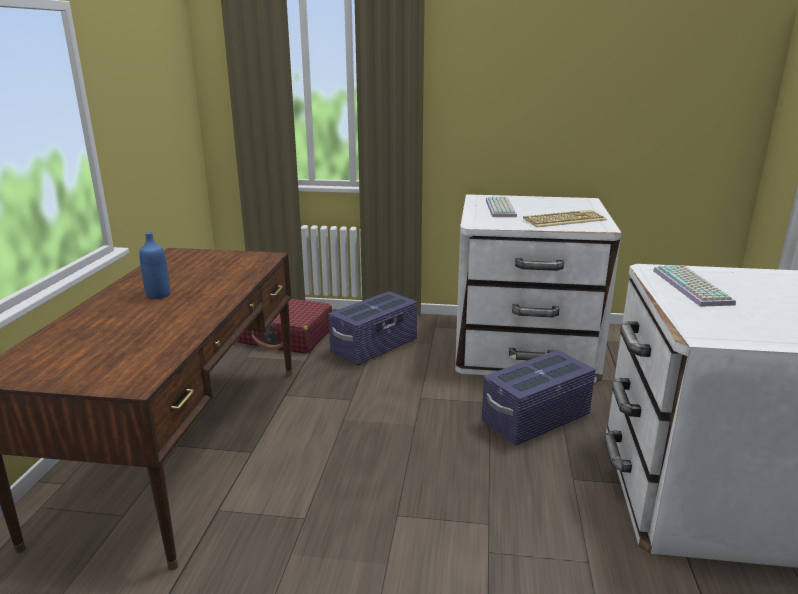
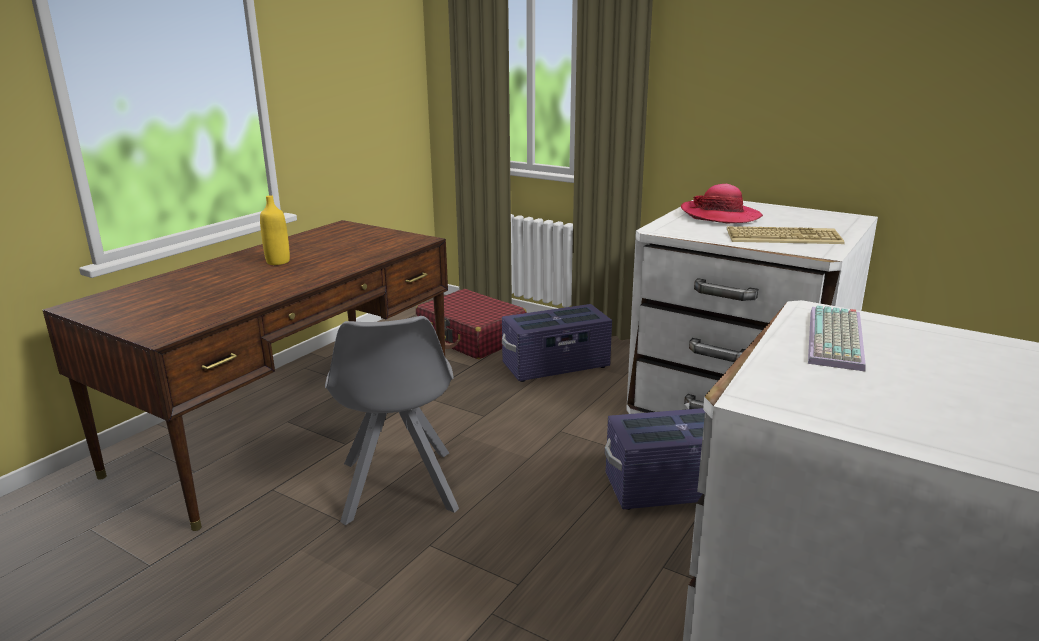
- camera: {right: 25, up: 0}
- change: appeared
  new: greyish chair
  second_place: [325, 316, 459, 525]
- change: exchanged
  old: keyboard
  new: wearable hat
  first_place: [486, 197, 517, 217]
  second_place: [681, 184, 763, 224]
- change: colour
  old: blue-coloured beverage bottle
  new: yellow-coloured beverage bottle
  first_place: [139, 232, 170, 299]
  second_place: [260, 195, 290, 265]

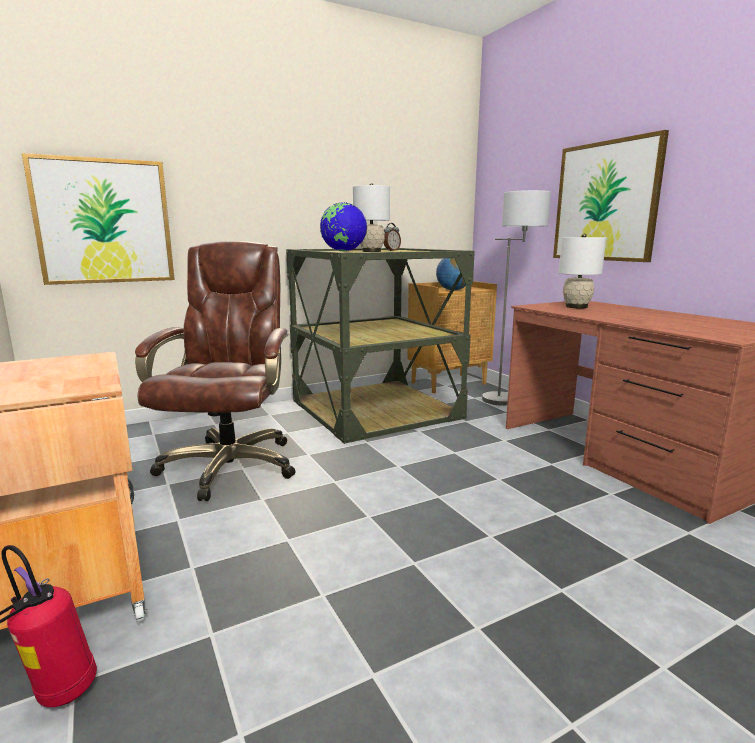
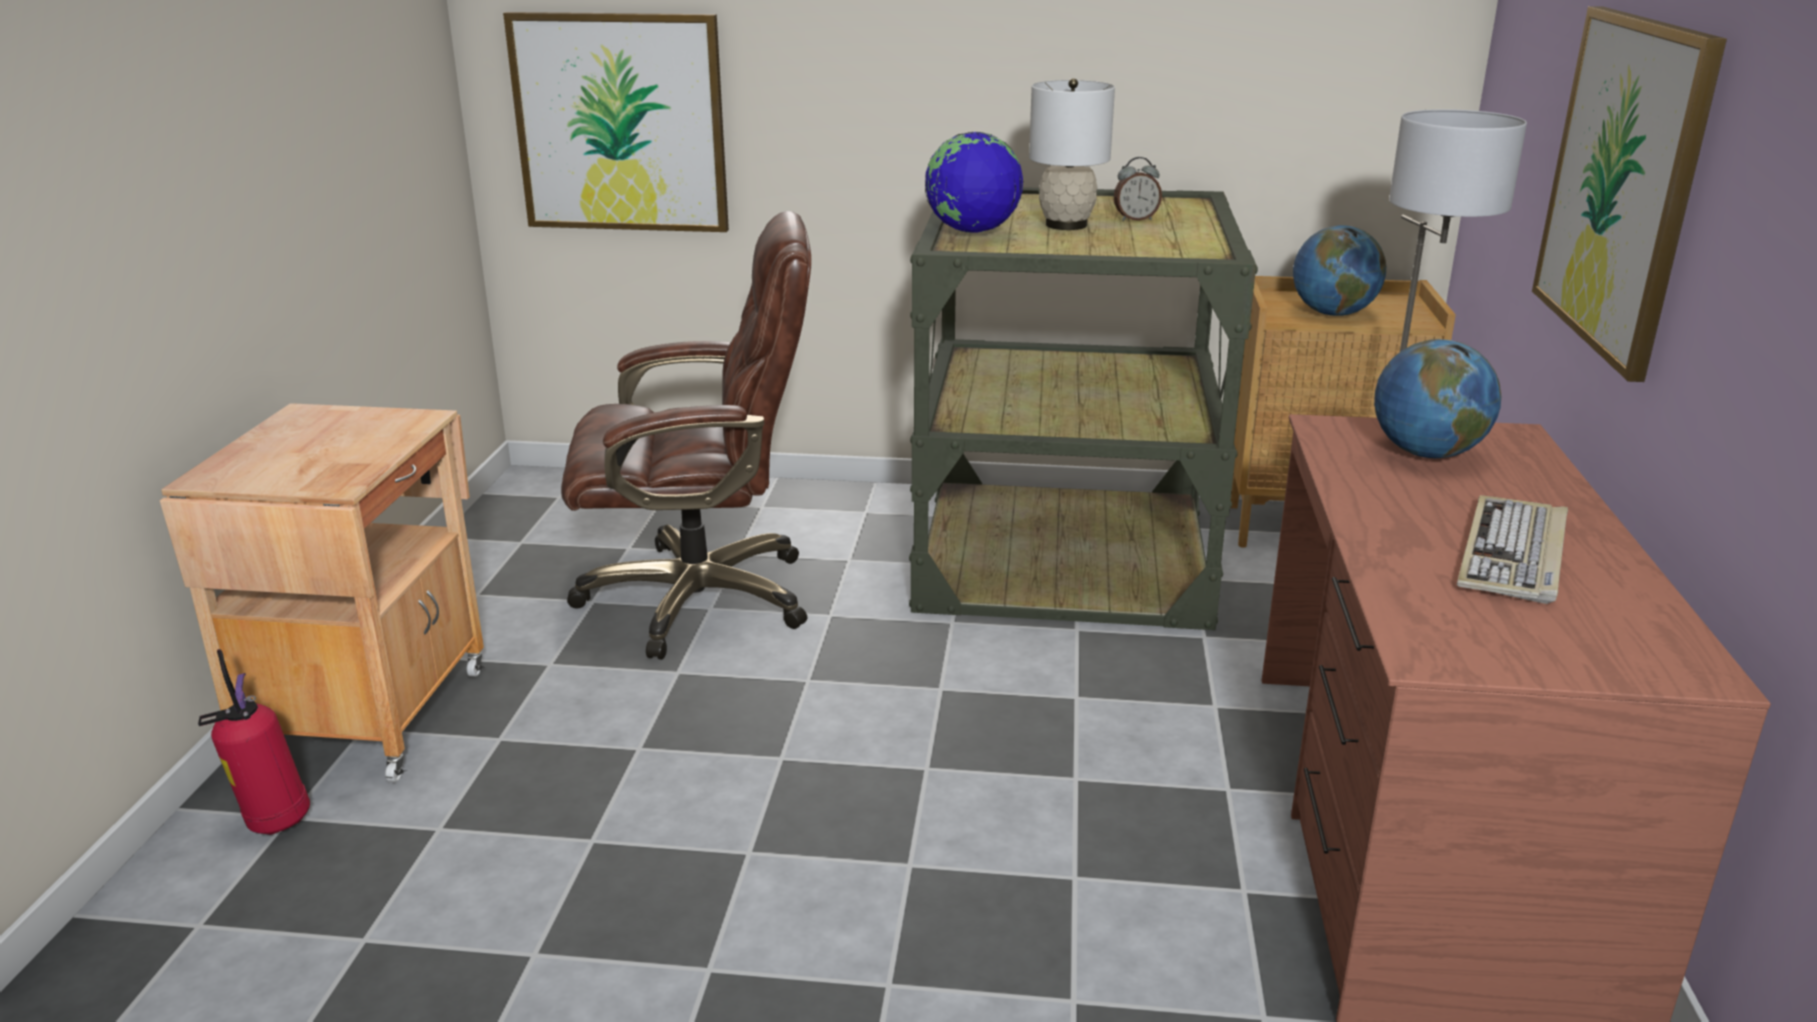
- camera: {right: 35, up: 10}
- change: appeared
  new: keyboard
  second_place: [1457, 495, 1568, 604]
- change: exchanged
  old: white table lamp
  new: globe
  first_place: [559, 234, 606, 308]
  second_place: [1374, 339, 1501, 458]
- change: spun
  old: brownish office chair
  first_place: [135, 241, 296, 501]
  second_place: [561, 211, 812, 660]
  degrees: 45

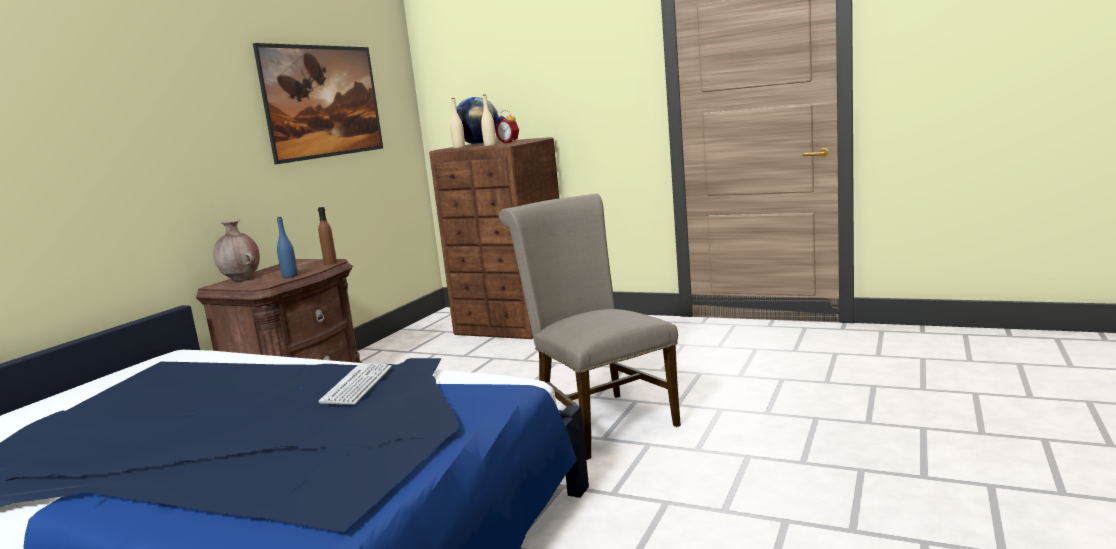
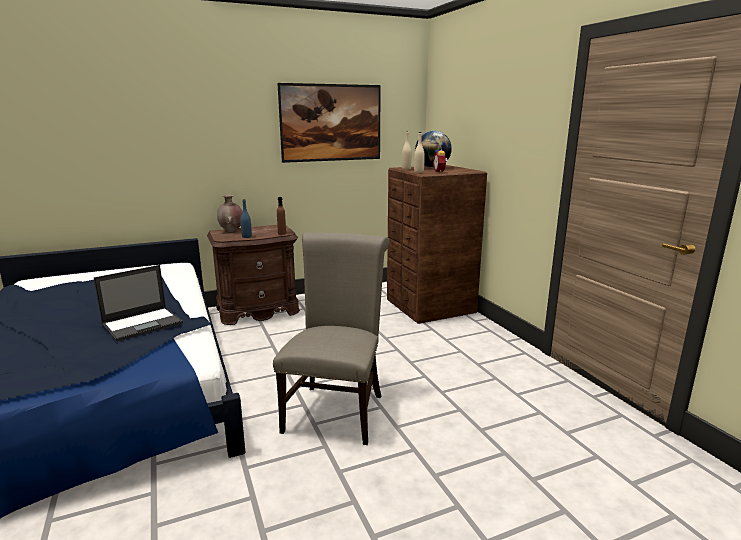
- camera: {right: 40, up: 5}
- change: exchanged
  old: keyboard
  new: portable computer
  first_place: [319, 363, 392, 405]
  second_place: [94, 265, 183, 342]

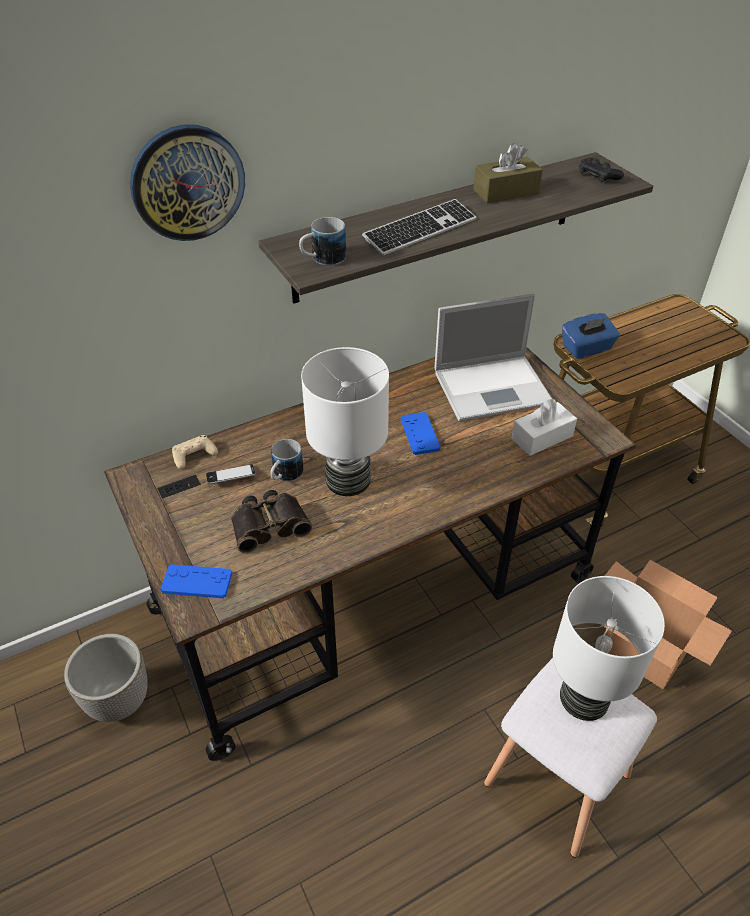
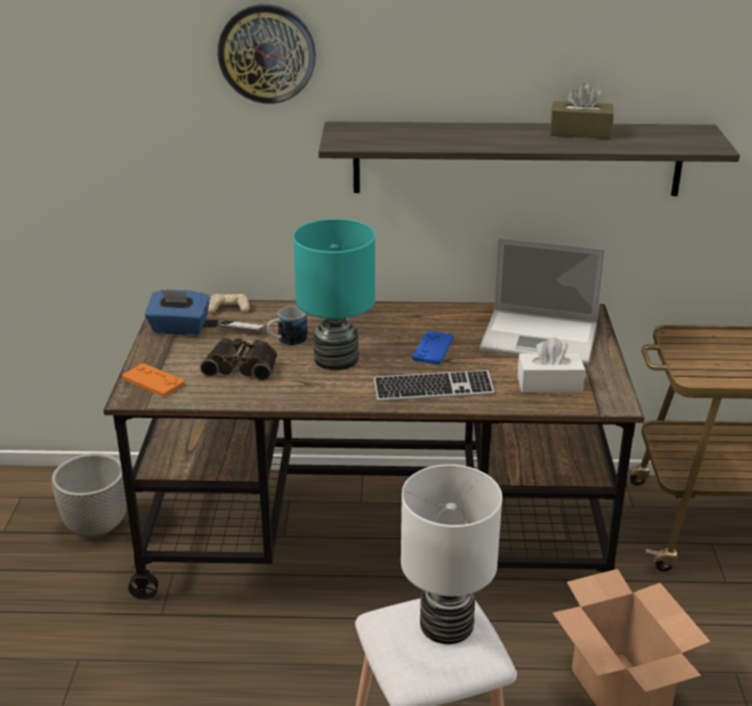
- camera: {right: 30, up: -15}
- change: missing
  old: coffee mug
  first_place: [299, 217, 346, 266]
- change: missing
  old: black-coloured gamepad
  first_place: [579, 158, 624, 183]
- change: relocated
  old: keyboard
  first_place: [362, 199, 477, 255]
  second_place: [374, 370, 495, 401]
- change: relocated
  old: blue-coloured box of tissues
  first_place: [562, 313, 620, 359]
  second_place: [145, 290, 210, 335]
- change: colour
  old: blue-coloured gamepad
  new: orange-coloured gamepad
  first_place: [160, 564, 232, 598]
  second_place: [122, 364, 185, 397]
- change: colour
  old: white table lamp
  new: turquoise-coloured table lamp
  first_place: [301, 347, 389, 496]
  second_place: [293, 219, 375, 370]

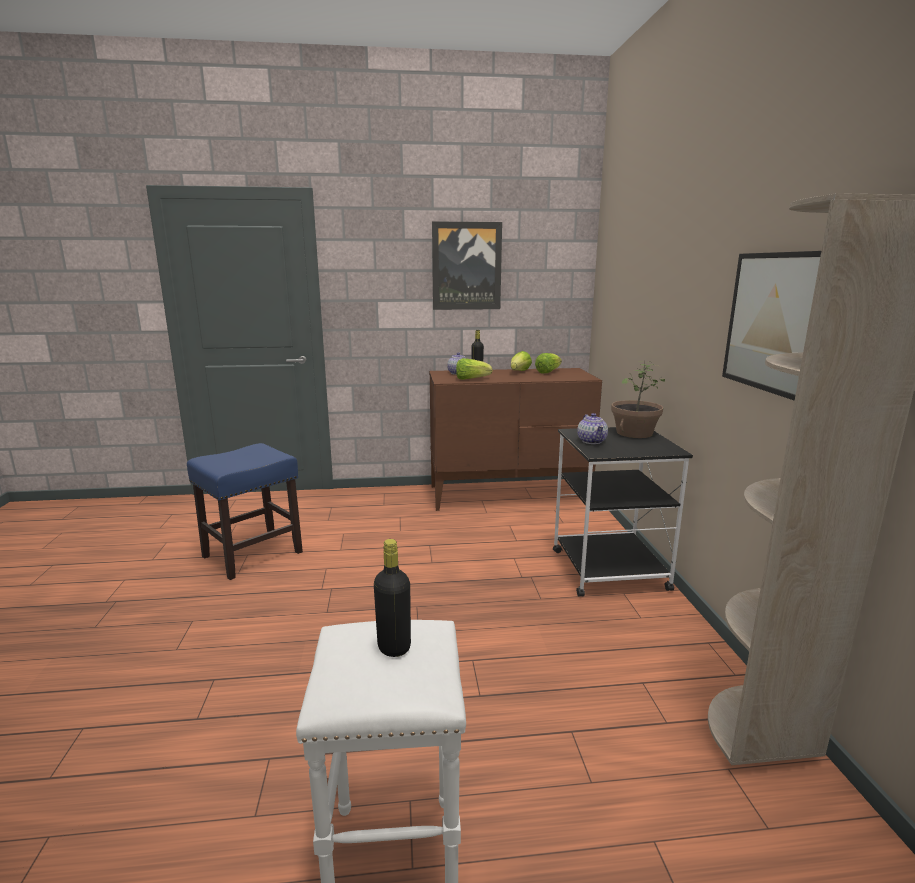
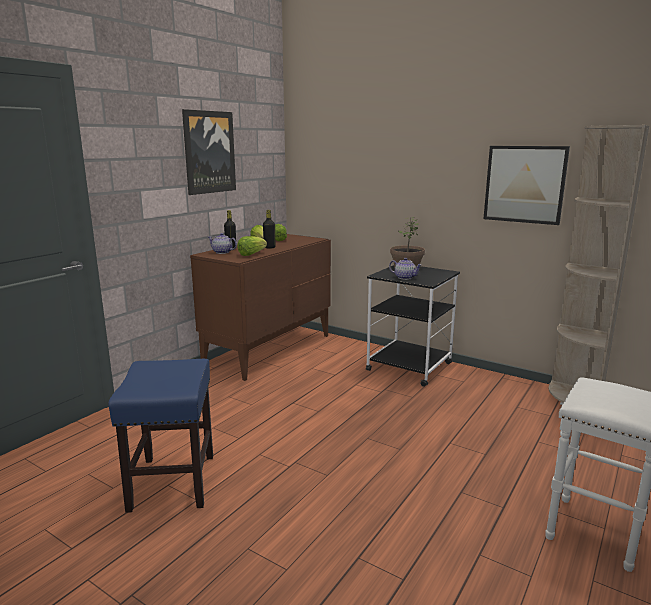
- camera: {right: -50, up: 0}
- change: relocated
  old: black-coloured beverage bottle
  first_place: [374, 539, 411, 657]
  second_place: [263, 210, 275, 249]

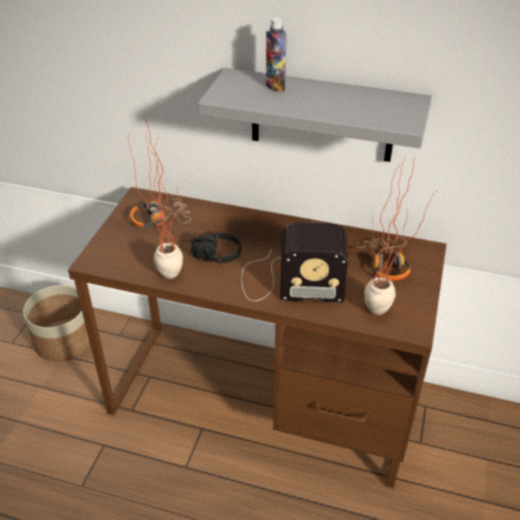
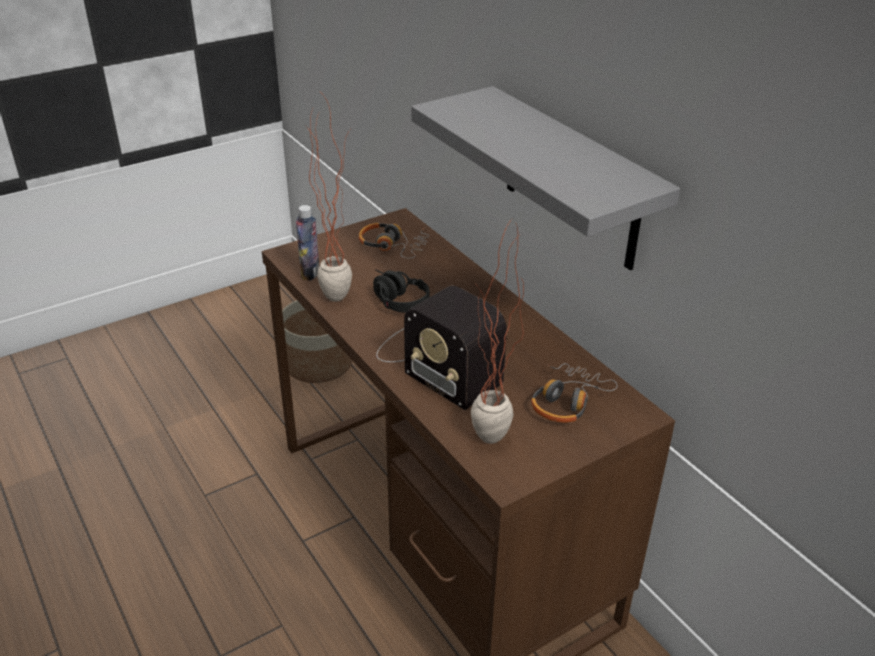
- camera: {right: 40, up: -5}
- change: relocated
  old: beverage bottle
  first_place: [266, 17, 286, 92]
  second_place: [296, 205, 319, 281]

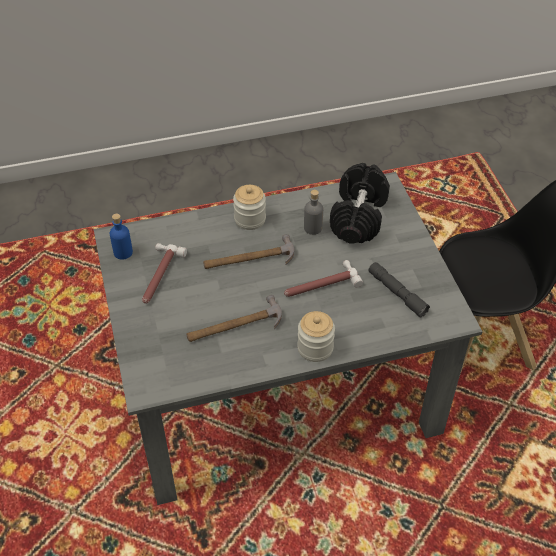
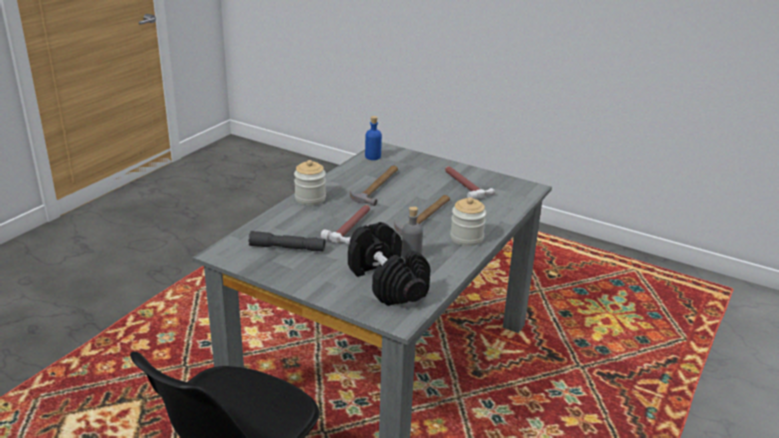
- camera: {right: 135, up: -20}
- change: relocated
  old: blue-coloured beverage bottle
  first_place: [110, 214, 133, 260]
  second_place: [365, 116, 382, 160]

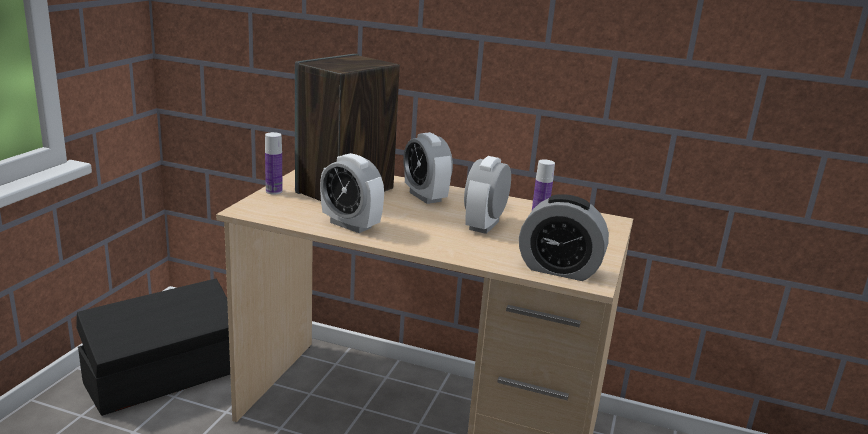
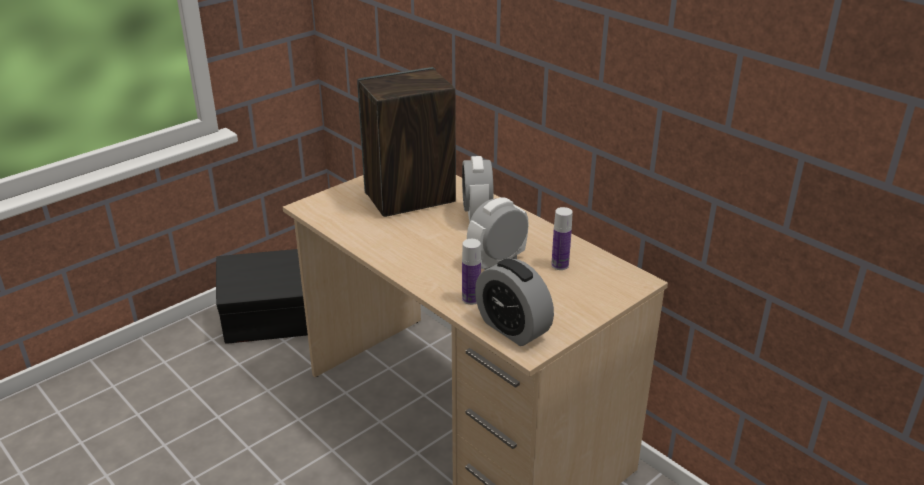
- camera: {right: 30, up: 10}
- change: missing
  old: alarm clock
  first_place: [320, 153, 384, 233]
- change: relocated
  old: beverage bottle
  first_place: [265, 132, 282, 195]
  second_place: [462, 239, 481, 305]

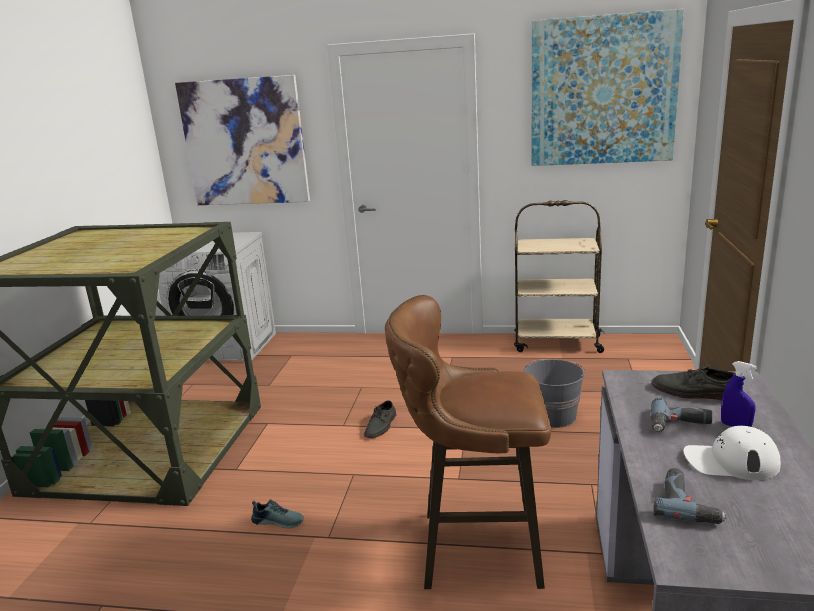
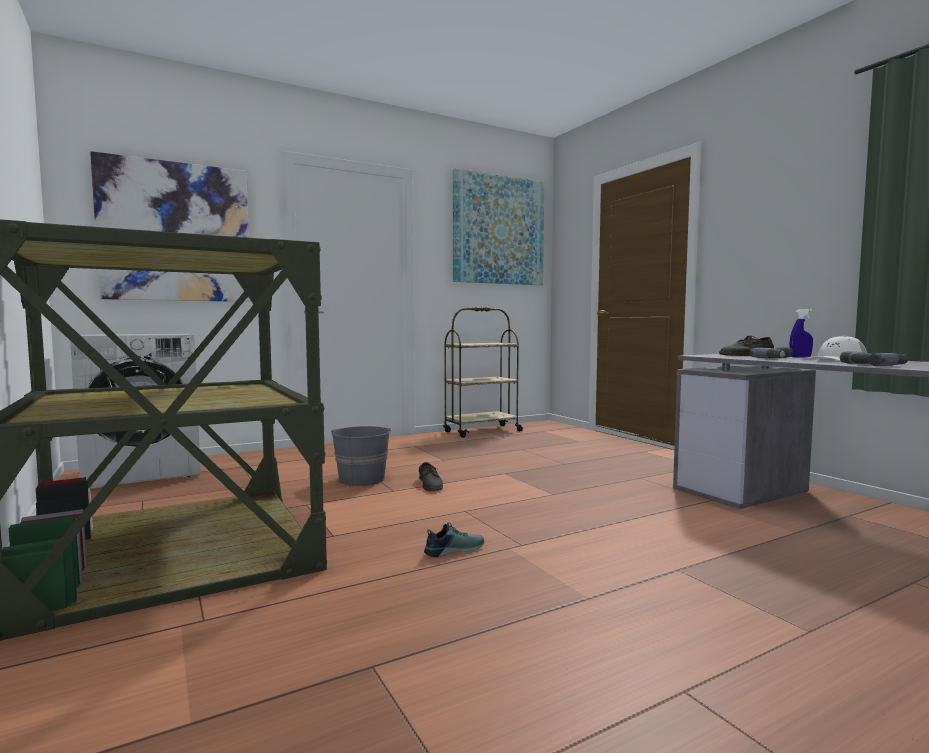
- camera: {right: -40, up: -15}
- change: missing
  old: brownish sitting stool
  first_place: [385, 295, 551, 589]
- change: relocated
  old: greyish bucket
  first_place: [524, 359, 586, 428]
  second_place: [331, 426, 391, 486]

